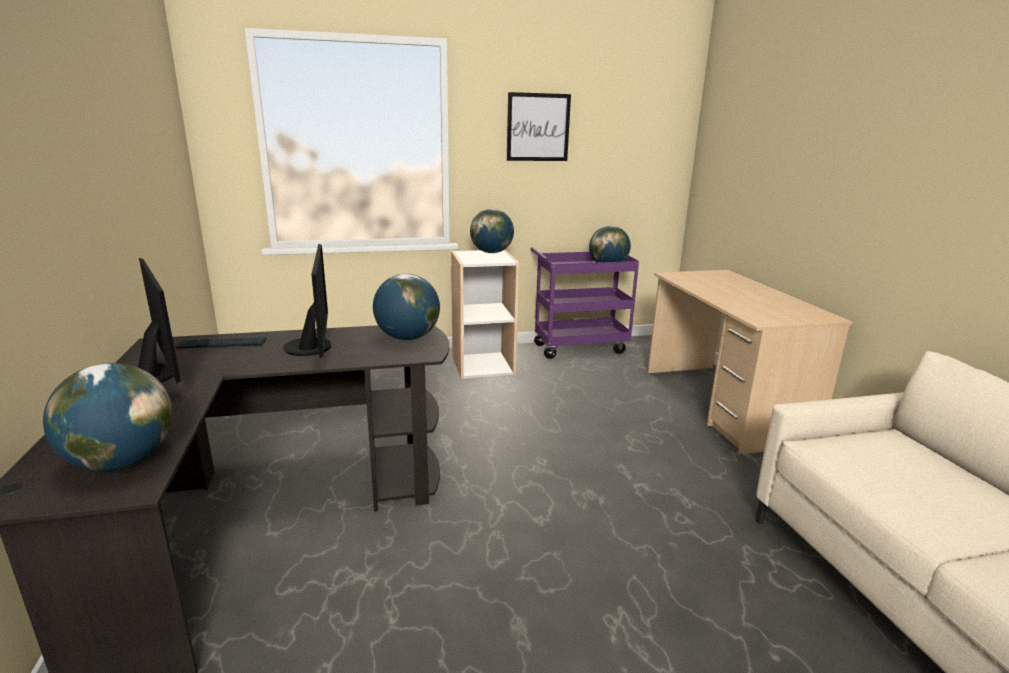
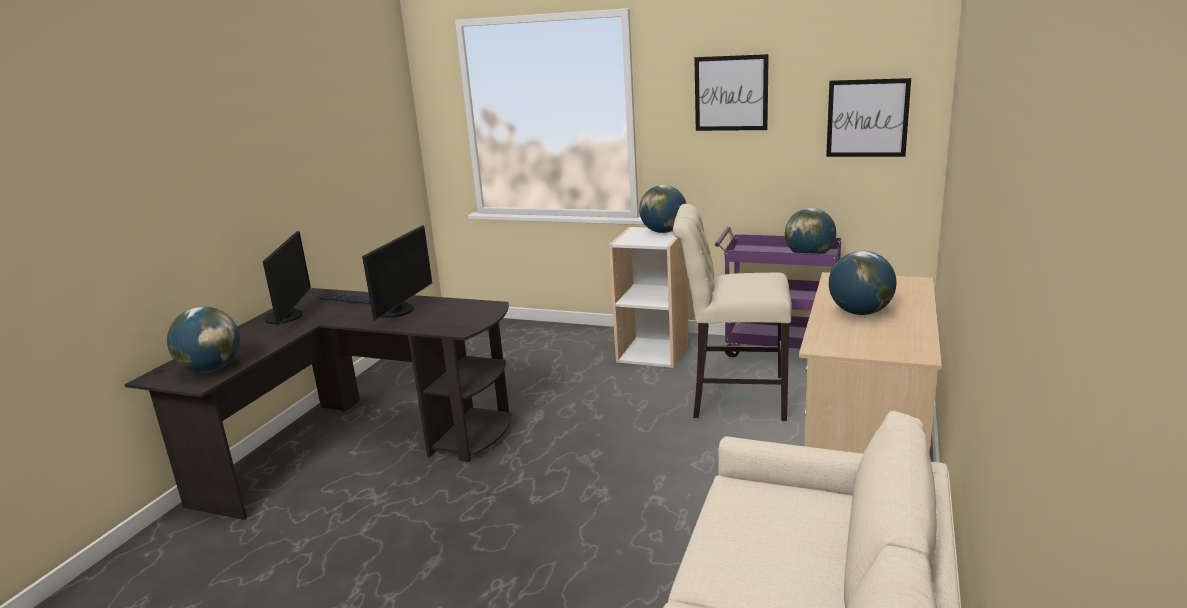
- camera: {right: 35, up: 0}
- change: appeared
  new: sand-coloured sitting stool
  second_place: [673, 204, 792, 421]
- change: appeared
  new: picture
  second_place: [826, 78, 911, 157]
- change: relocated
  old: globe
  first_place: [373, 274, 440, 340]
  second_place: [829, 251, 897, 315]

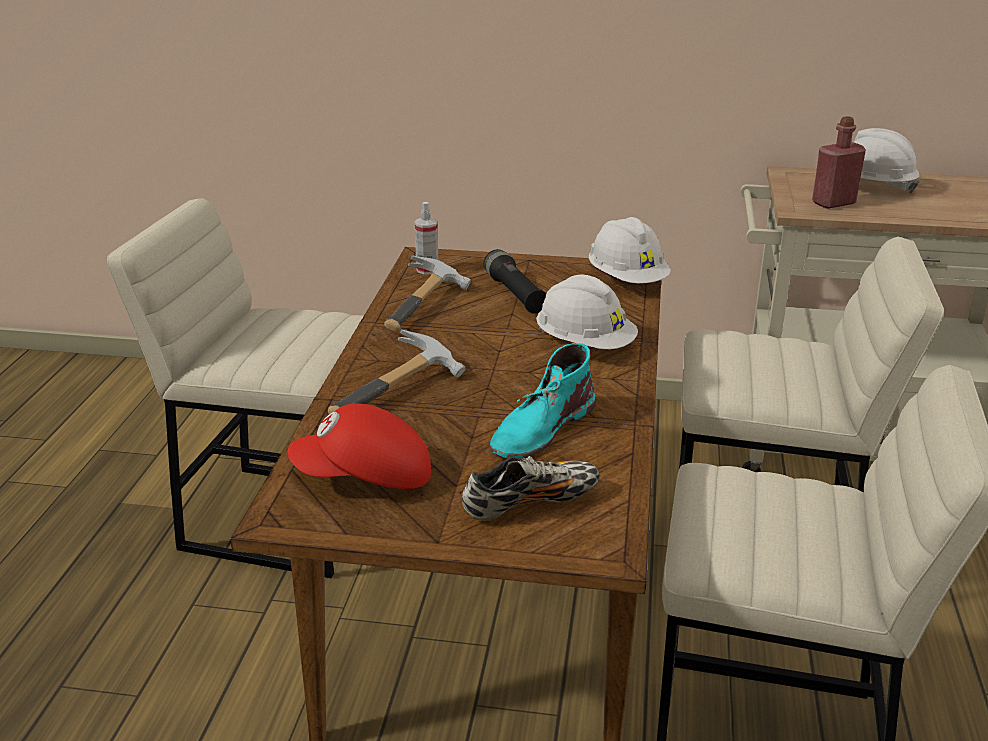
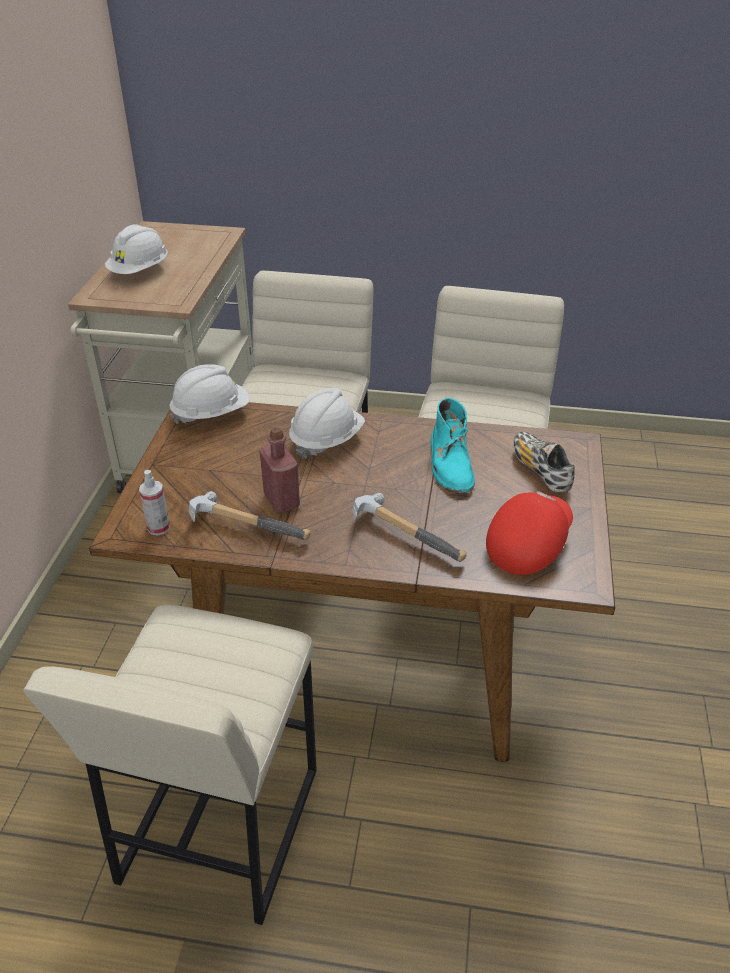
- camera: {right: -90, up: 10}
- change: missing
  old: black-coloured torch
  first_place: [484, 249, 546, 314]
- change: relocated
  old: red-coloured beverage bottle
  first_place: [812, 116, 866, 209]
  second_place: [259, 427, 300, 513]
- change: spun
  old: red-coloured baseball cap
  first_place: [288, 403, 431, 489]
  second_place: [486, 491, 573, 575]
  degrees: -135
- change: spun
  old: turquoise-coloured boot
  first_place: [489, 343, 596, 459]
  second_place: [431, 398, 475, 493]
  degrees: 45

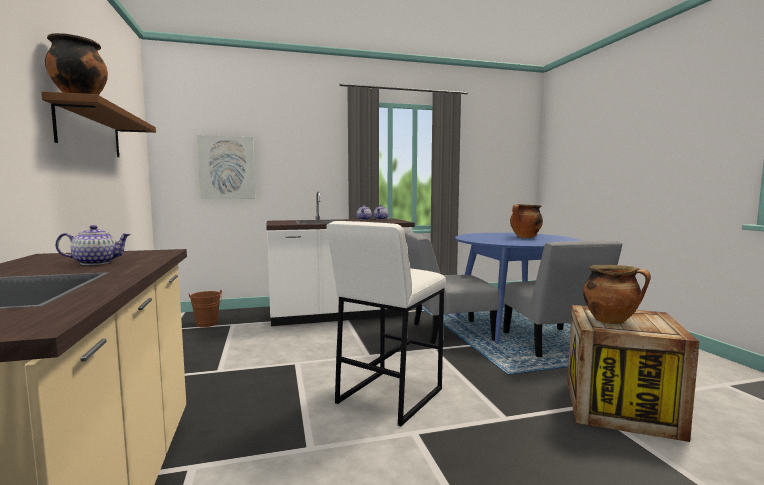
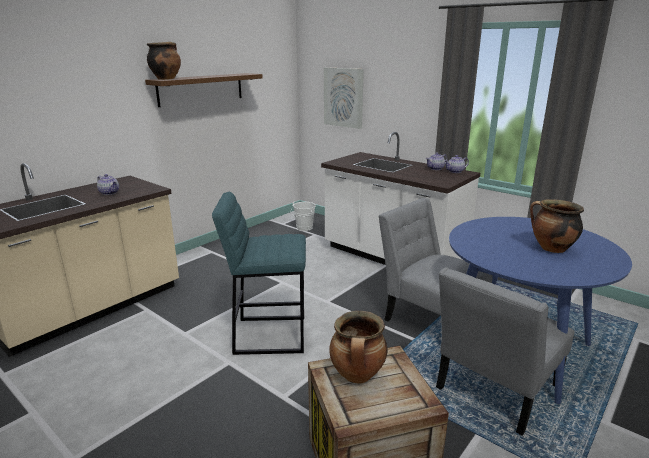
- camera: {right: 55, up: 15}
- change: colour
  old: brownish bucket
  new: white bucket
  first_place: [189, 290, 222, 327]
  second_place: [291, 202, 316, 231]
- change: colour
  old: white sitting stool
  new: turquoise-coloured sitting stool
  first_place: [326, 221, 446, 426]
  second_place: [212, 192, 306, 355]

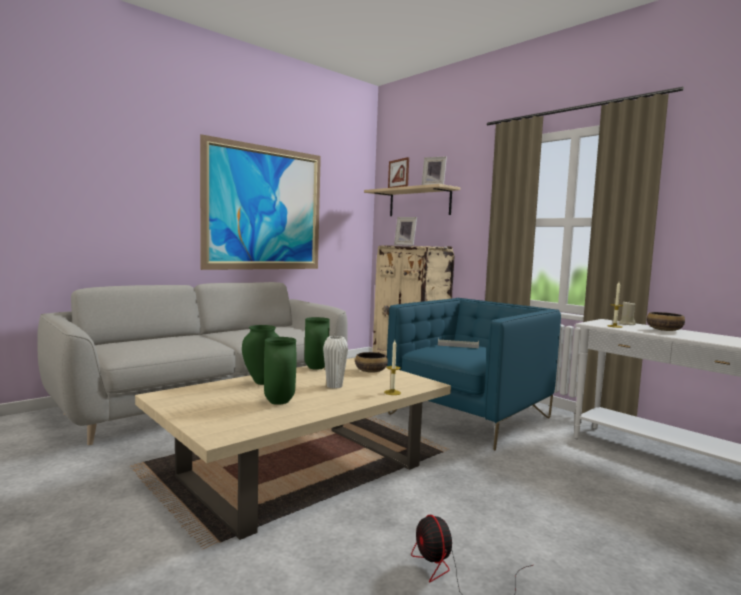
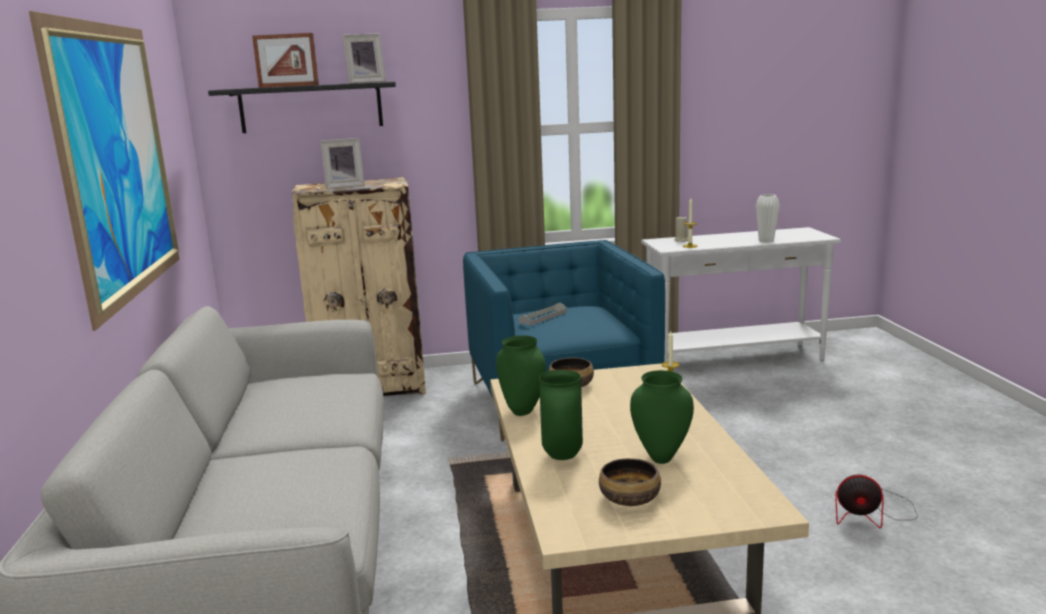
- camera: {right: -55, up: 10}
- change: relocated
  old: white decorative vase
  first_place: [323, 336, 348, 388]
  second_place: [756, 194, 780, 243]
- change: relocated
  old: bowl
  first_place: [647, 312, 685, 331]
  second_place: [599, 458, 661, 506]
- change: colour
  old: sand-coloured bracket shelf
  new: black-coloured bracket shelf
  first_place: [364, 184, 460, 216]
  second_place: [208, 81, 396, 133]

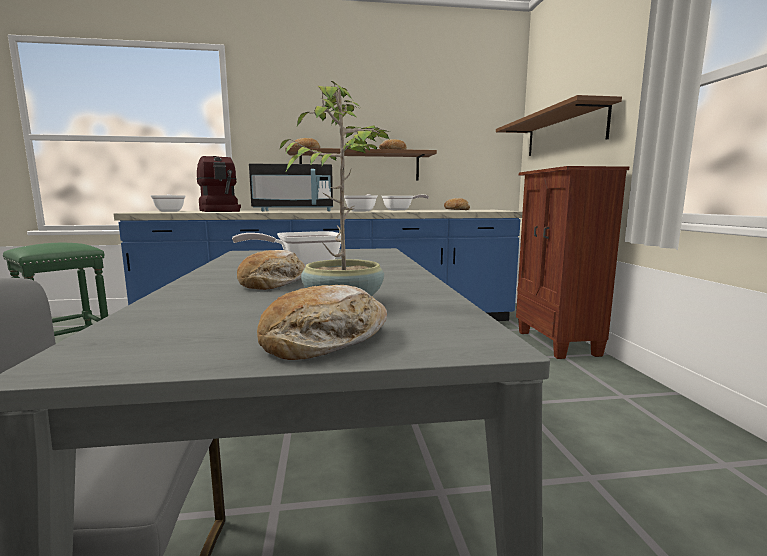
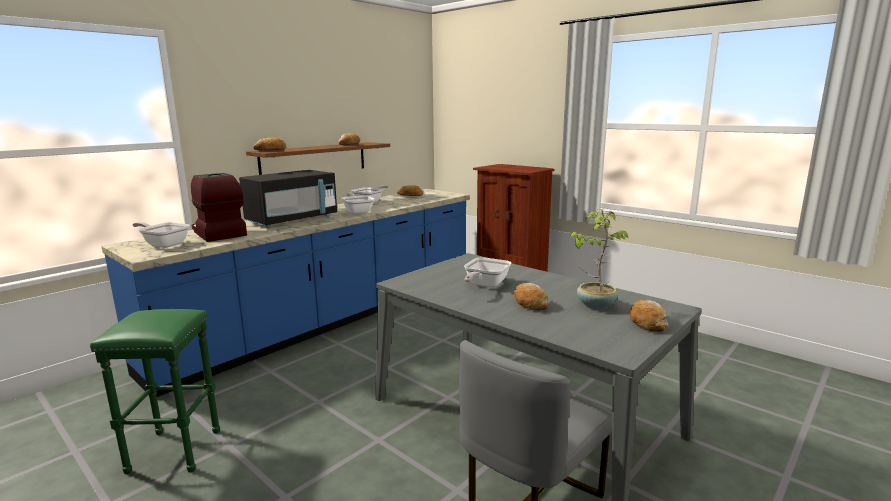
- camera: {right: -40, up: 5}
- change: missing
  old: brownish bracket shelf
  first_place: [496, 95, 622, 156]
- change: spun
  old: coffee brewer
  first_place: [197, 156, 241, 212]
  second_place: [191, 173, 247, 242]
  degrees: -150

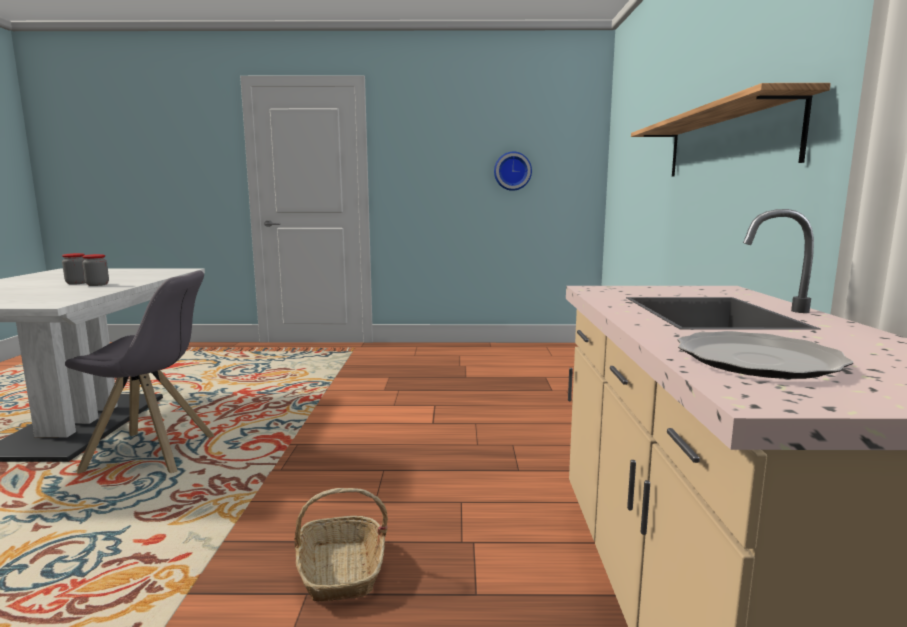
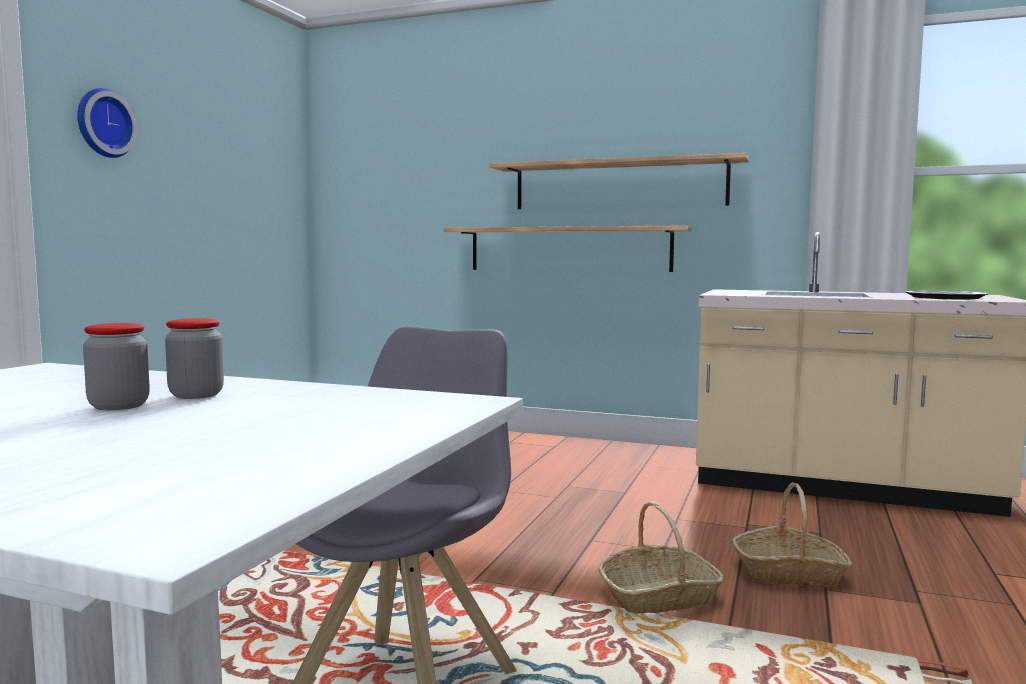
- camera: {right: -70, up: -5}
- change: appeared
  new: bracket shelf
  second_place: [444, 225, 691, 272]
- change: appeared
  new: household basket
  second_place: [598, 501, 724, 614]
- change: relocated
  old: wall clock
  first_place: [494, 152, 532, 191]
  second_place: [77, 88, 137, 158]

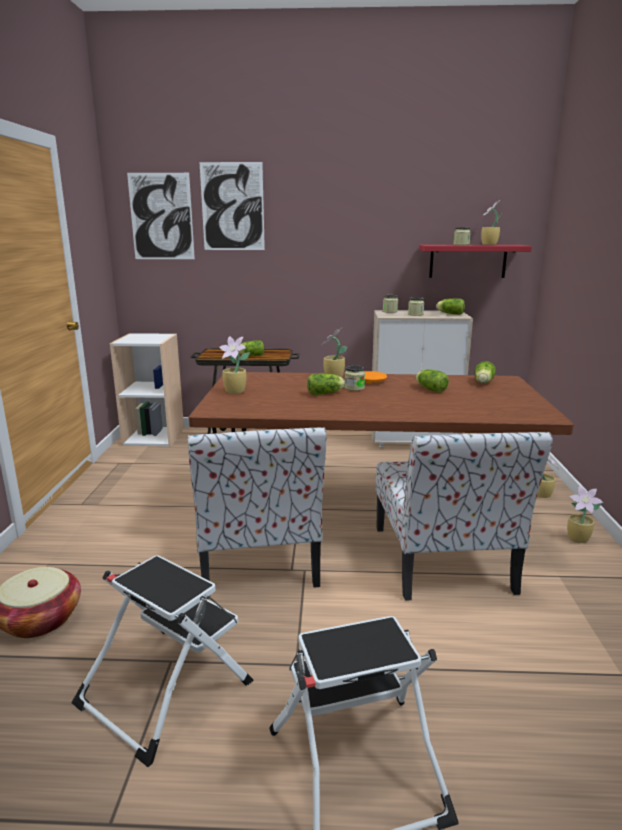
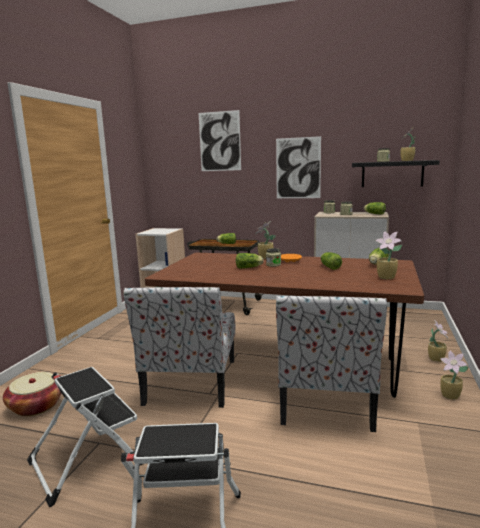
- camera: {right: 15, up: -5}
- change: relocated
  old: picture
  first_place: [127, 173, 195, 259]
  second_place: [276, 136, 321, 198]
- change: relocated
  old: plant in a pot
  first_place: [219, 336, 250, 394]
  second_place: [376, 231, 402, 279]
- change: colour
  old: red-coloured bracket shelf
  new: black-coloured bracket shelf
  first_place: [419, 245, 532, 278]
  second_place: [352, 160, 440, 187]

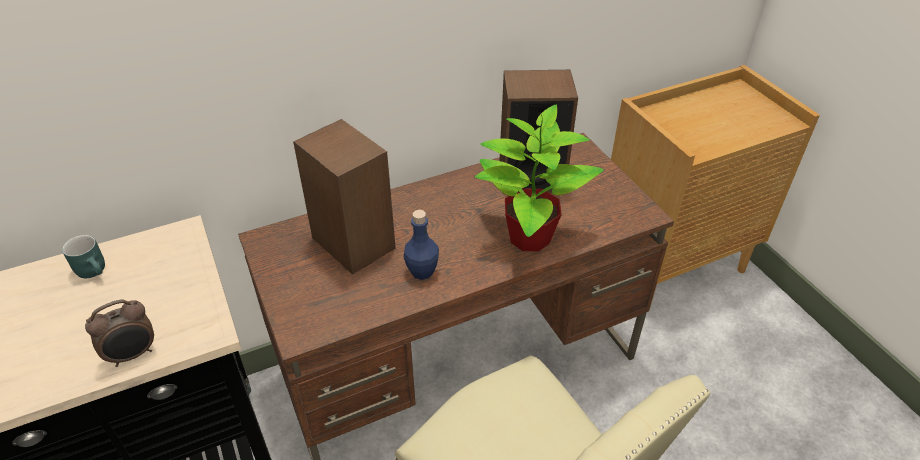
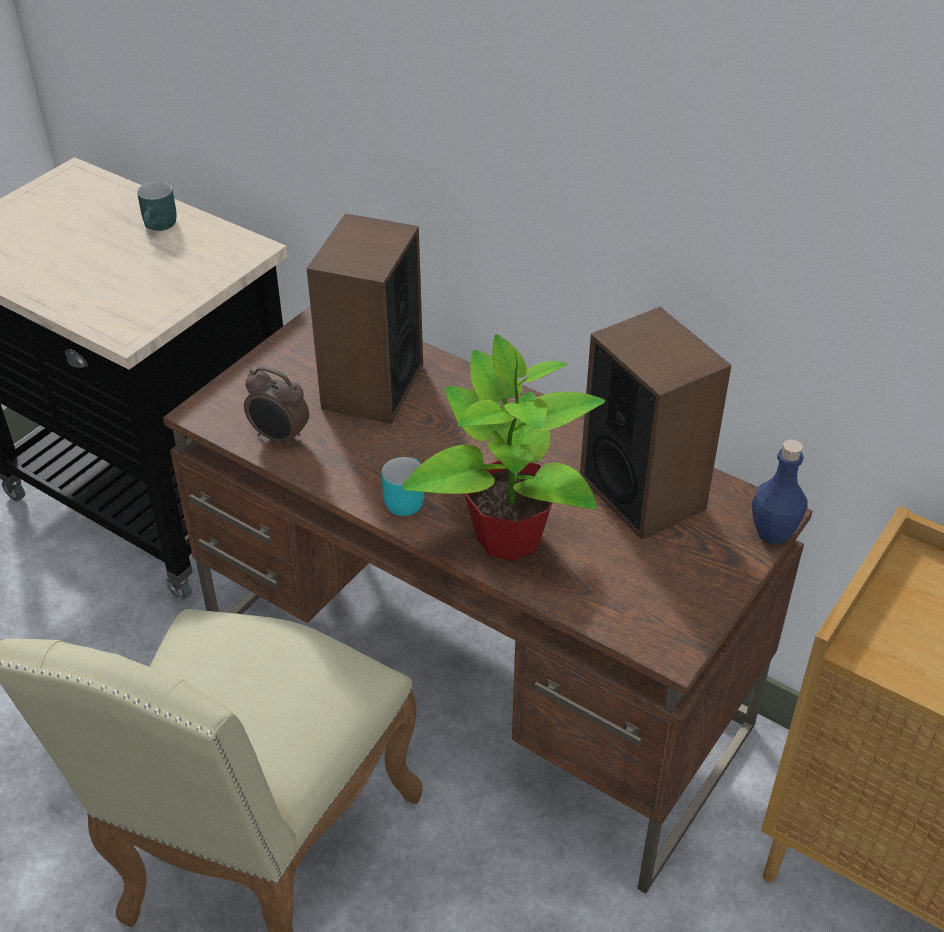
- camera: {right: 60, up: 0}
- change: appeared
  new: turquoise-coloured coffee mug
  second_place: [381, 457, 424, 516]
- change: relocated
  old: alarm clock
  first_place: [85, 299, 154, 367]
  second_place: [244, 367, 309, 448]
- change: relocated
  old: blue-coloured beverage bottle
  first_place: [404, 210, 439, 280]
  second_place: [752, 439, 808, 544]

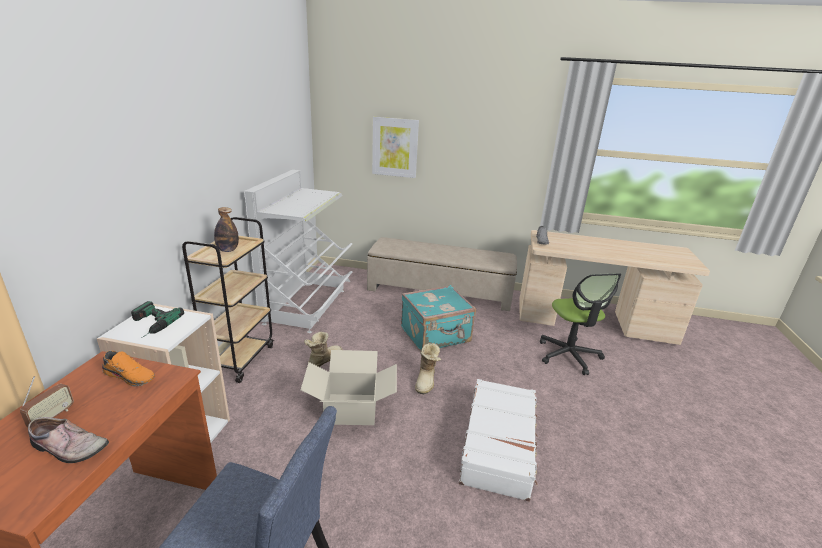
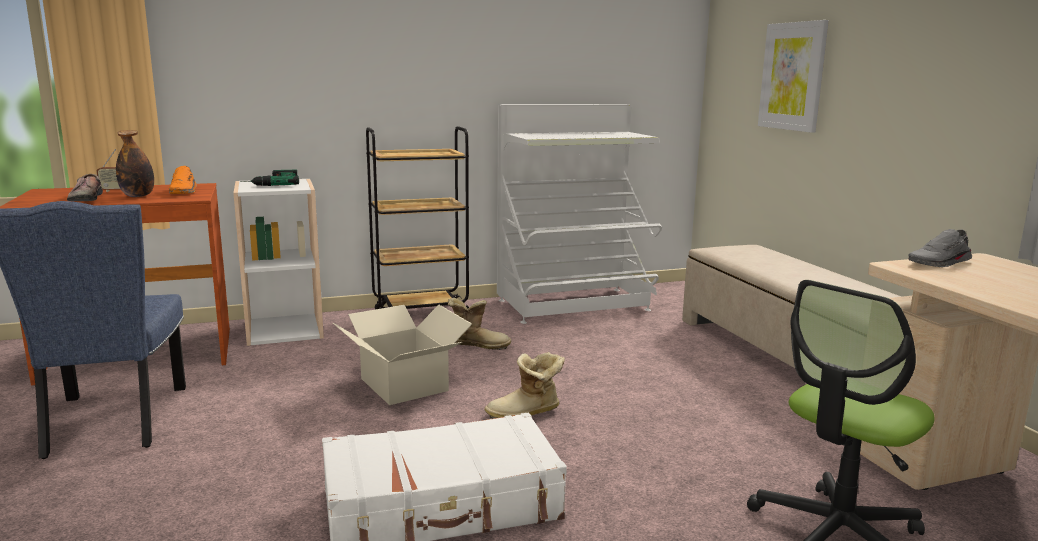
- camera: {right: 60, up: -10}
- change: missing
  old: turquoise-coloured travel case
  first_place: [401, 285, 476, 351]
- change: relocated
  old: beverage bottle
  first_place: [214, 207, 239, 252]
  second_place: [116, 130, 154, 197]

